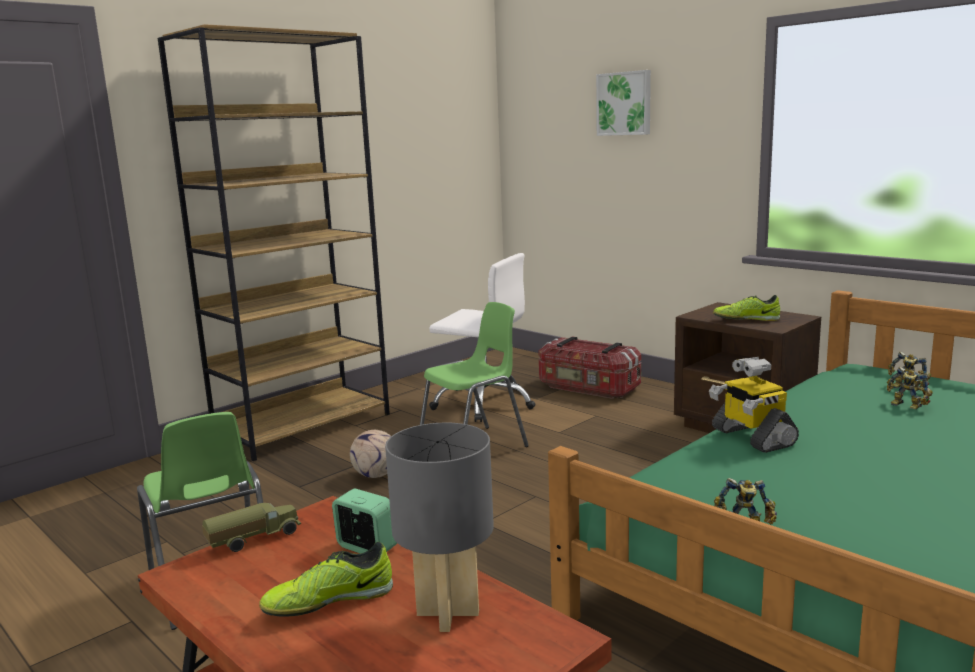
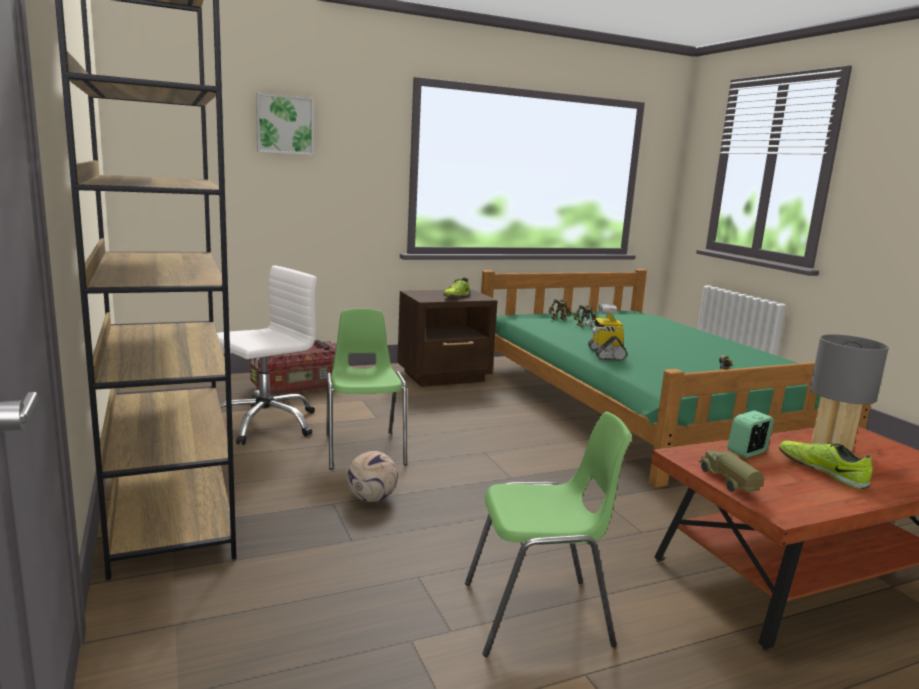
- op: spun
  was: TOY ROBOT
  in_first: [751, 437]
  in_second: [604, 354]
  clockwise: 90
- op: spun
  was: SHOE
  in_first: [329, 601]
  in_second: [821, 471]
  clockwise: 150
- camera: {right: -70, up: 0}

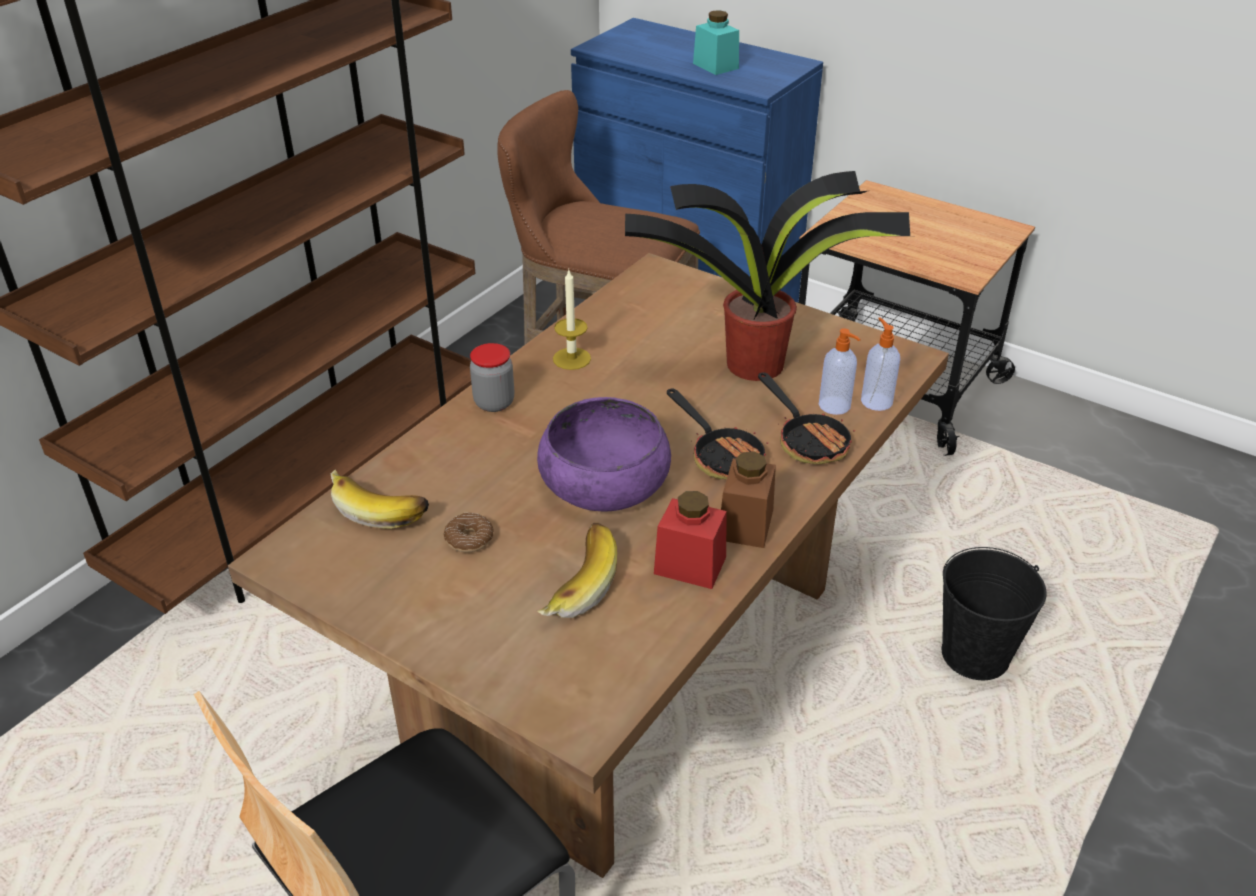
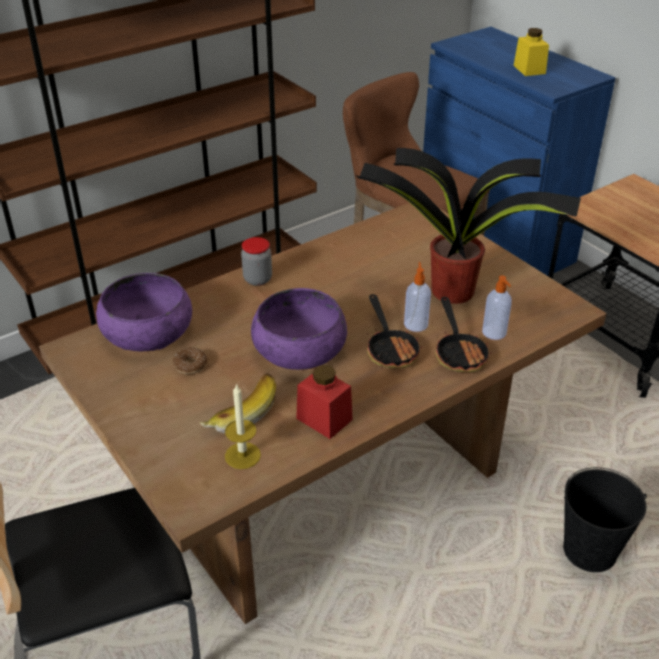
- op: colour
  was: TURQUOISE JAR
  now: YELLOW JAR
  in_first: [715, 66]
  in_second: [529, 69]
- op: relocated
  was: CANDLE
  in_first: [572, 358]
  in_second: [242, 455]
- op: relocated
  was: SOAP DISPENSER
  in_first: [876, 401]
  in_second: [416, 324]
- op: missing
  was: BROWN JAR
  in_first: [745, 524]
- op: exchanged
  was: BANANA
  now: PURPLE BOWL
  in_first: [381, 508]
  in_second: [148, 332]
- camera: {right: 20, up: 0}

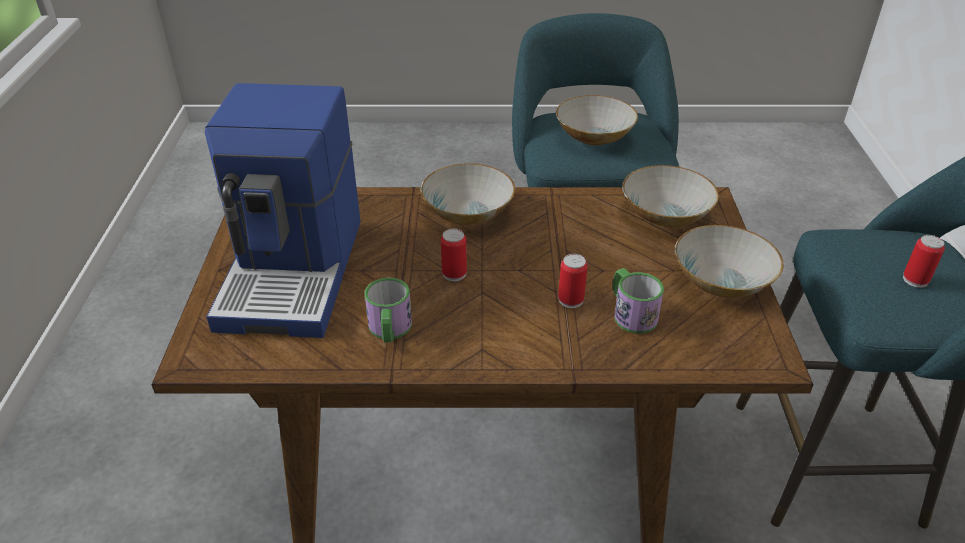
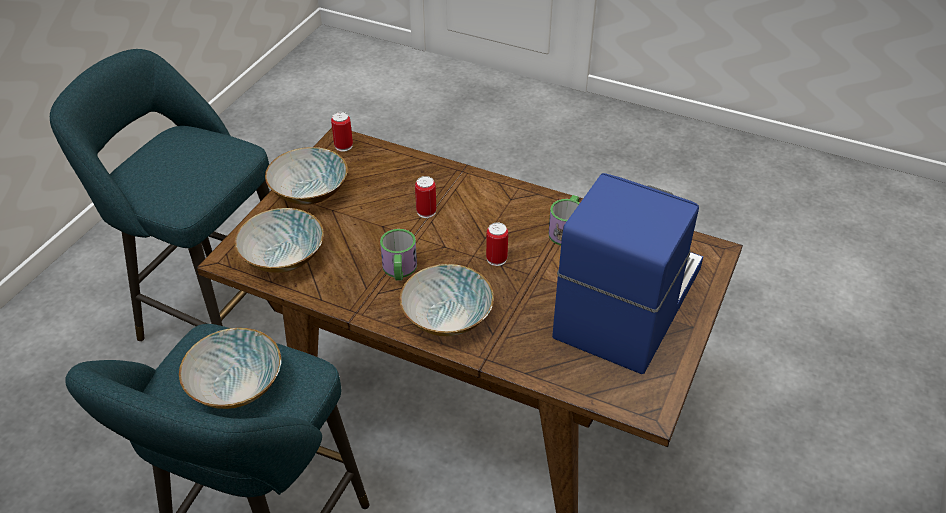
- op: relocated
  was: CAN
  in_first: [915, 280]
  in_second: [343, 146]
- op: relocated
  was: MUG
  in_first: [631, 313]
  in_second: [399, 270]
- camera: {right: -155, up: 5}

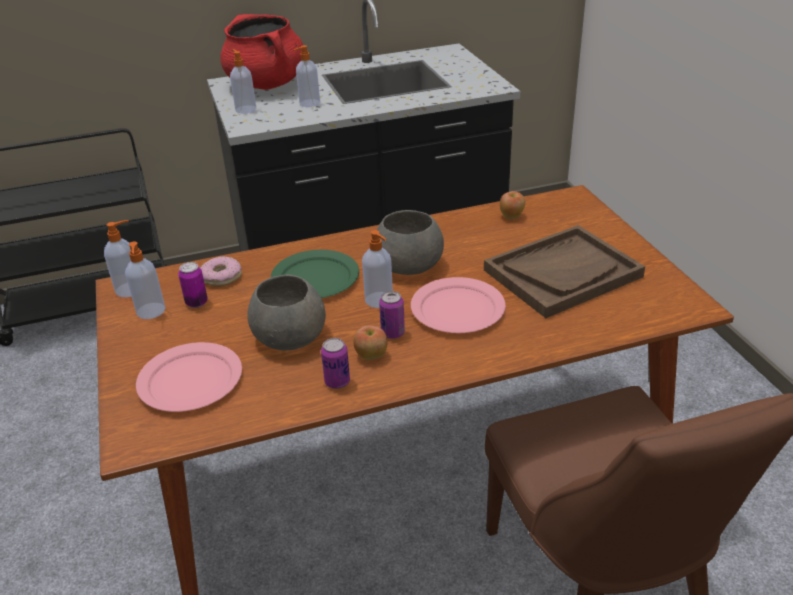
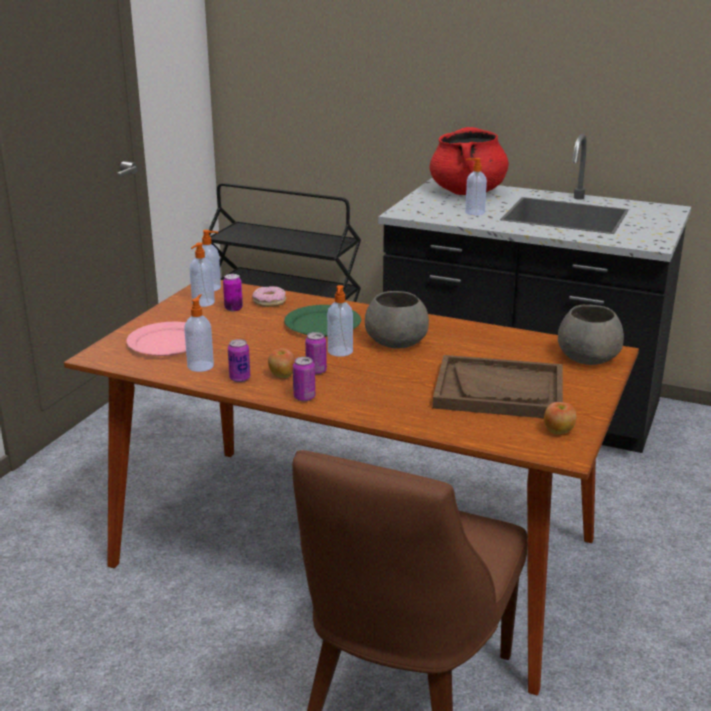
- op: relocated
  was: SOAP DISPENSER
  in_first: [245, 109]
  in_second: [201, 366]
- op: relocated
  was: APPLE
  in_first: [512, 216]
  in_second: [558, 432]
- op: relocated
  was: GREY BOWL
  in_first: [290, 337]
  in_second: [588, 358]
- op: missing
  was: PINK PLATE
  in_first: [458, 309]
- op: appeared
  now: CAN
  in_second: [304, 397]
- camera: {right: 40, up: -10}

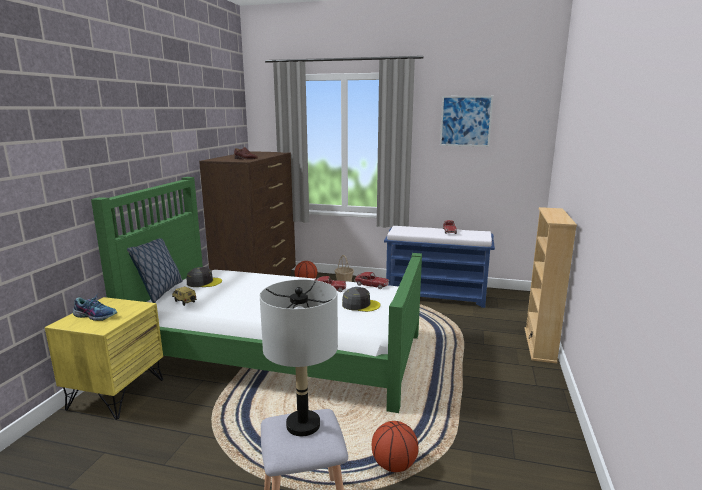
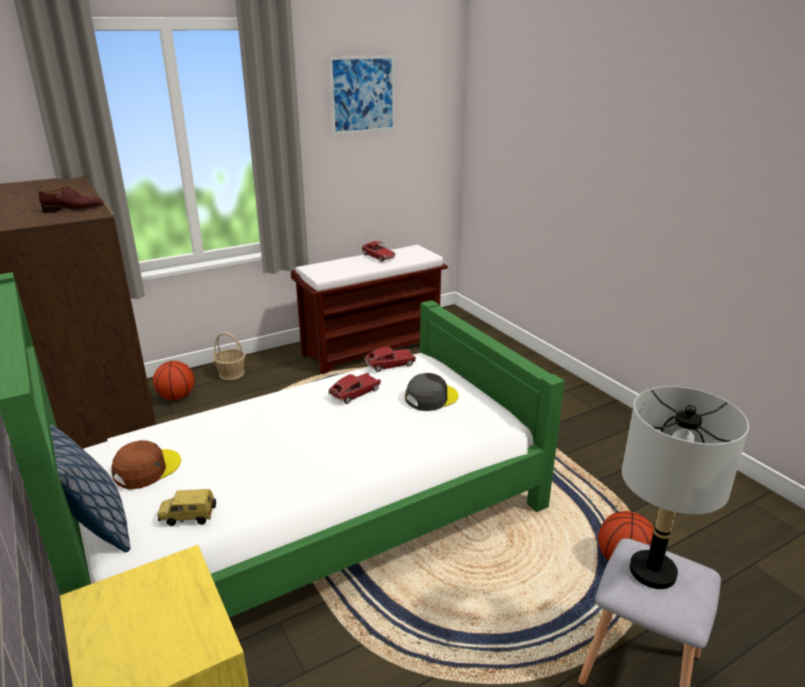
- op: missing
  was: BEIGE BOOKCASE
  in_first: [540, 345]
- op: colour
  was: BLUE BENCH
  now: BROWN BENCH
  in_first: [436, 296]
  in_second: [372, 348]
- op: colour
  was: GREY CAP
  now: BROWN CAP
  in_first: [204, 282]
  in_second: [146, 469]
- op: missing
  was: SHOE
  in_first: [95, 315]
- camera: {right: -45, up: 10}

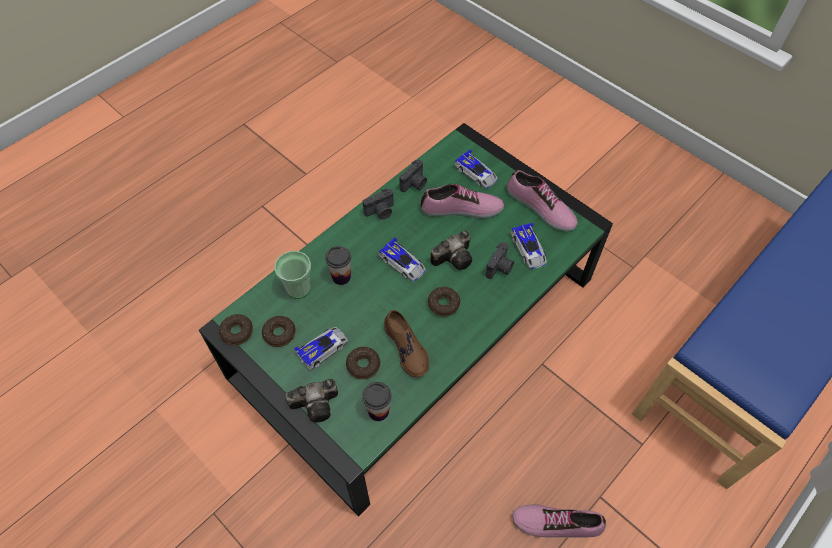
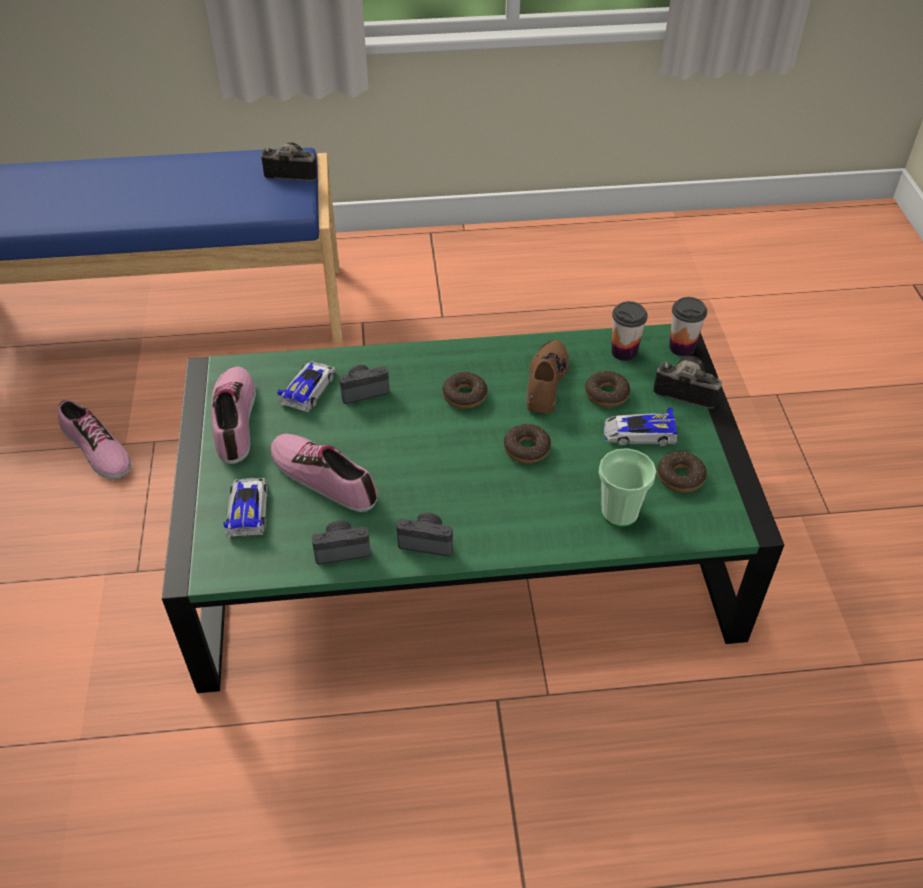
- op: relocated
  was: PHOTO CAMERA
  in_first: [455, 257]
  in_second: [289, 172]
- op: missing
  was: TOY CAR
  in_first: [403, 263]
- op: relocated
  was: CUP
  in_first: [341, 277]
  in_second: [681, 347]
- op: relocated
  was: DONUT
  in_first: [237, 332]
  in_second: [526, 449]
- op: relocated
  was: SHOE
  in_first: [557, 522]
  in_second: [95, 450]
- camera: {right: -140, up: -10}

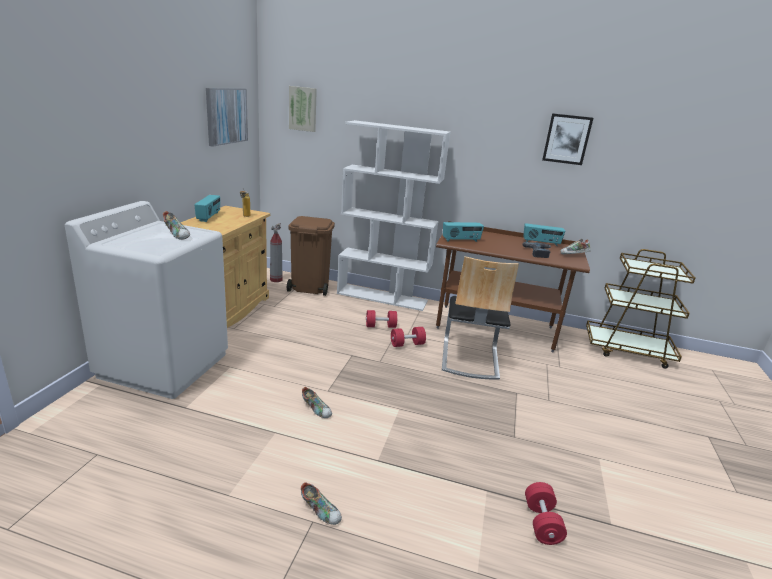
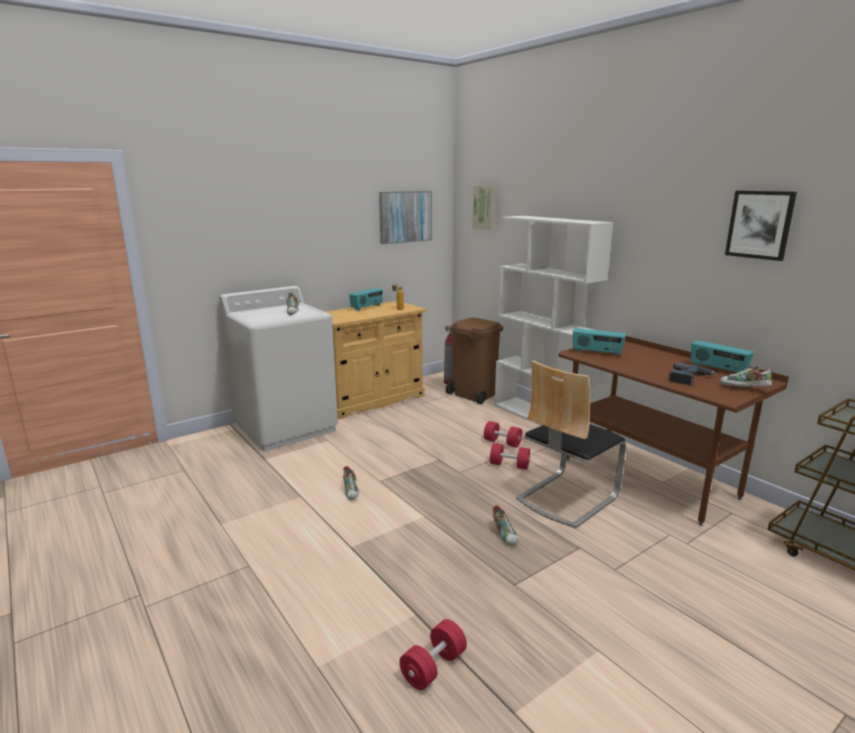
- op: relocated
  was: SHOE
  in_first: [320, 511]
  in_second: [505, 534]
- camera: {right: 40, up: -5}

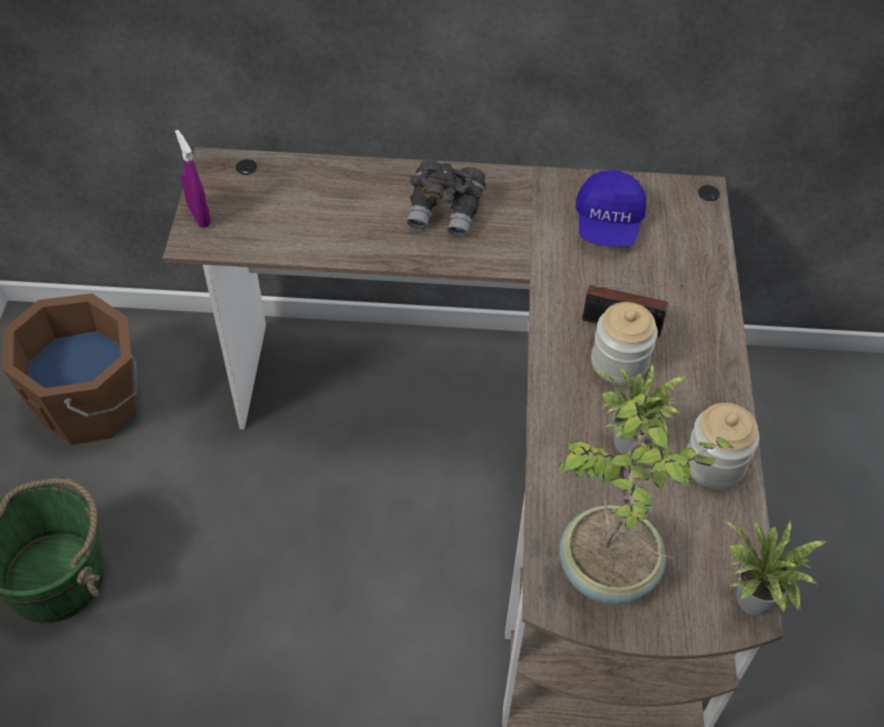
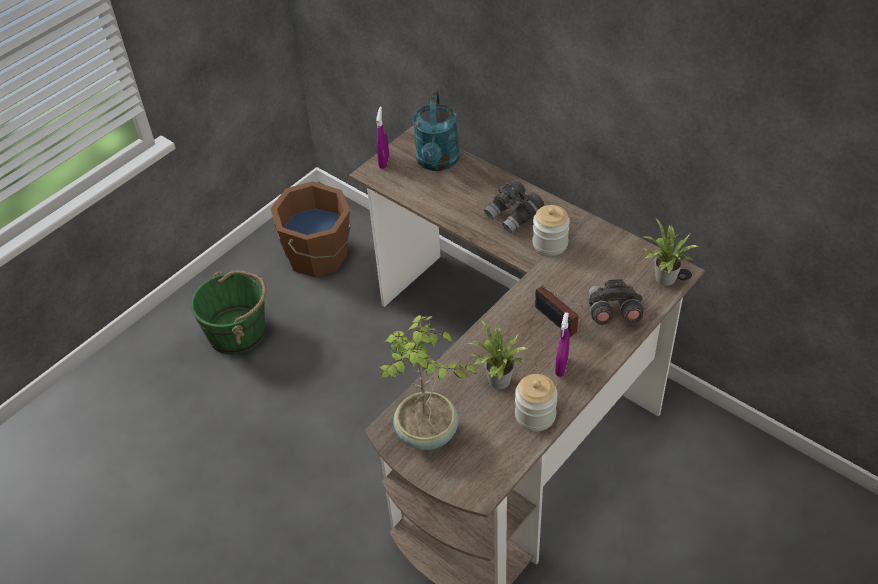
- op: missing
  was: BLUE CAP
  in_first: [608, 224]
- op: relocated
  was: JAR
  in_first: [619, 362]
  in_second: [550, 244]
- op: relocated
  was: POTTED PLANT
  in_first: [752, 602]
  in_second: [663, 279]
- op: appeared
  now: TURQUOISE WATERING CAN
  in_second: [437, 162]
- op: appeared
  now: GREY BINOCULARS
  in_second: [612, 313]
- op: appeared
  now: PURPLE SPRAY BOTTLE
  in_second: [561, 367]
- camera: {right: 40, up: -5}

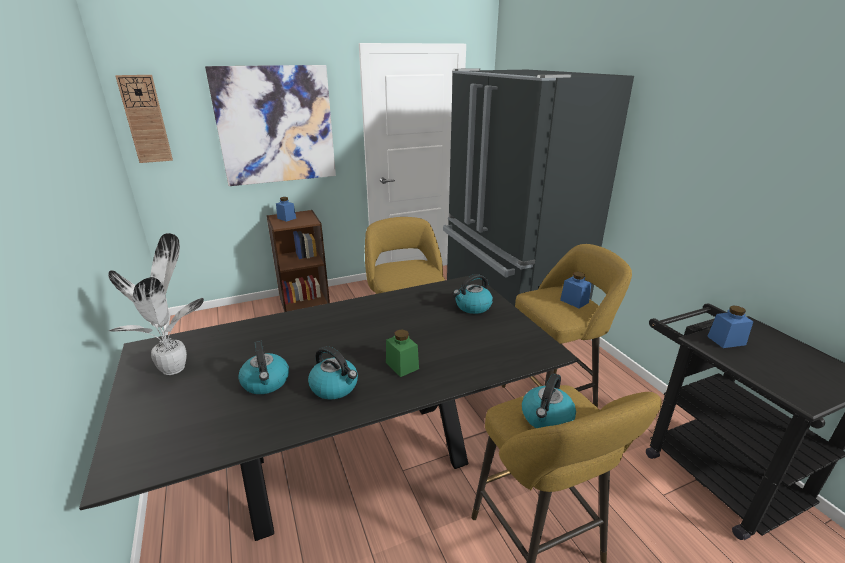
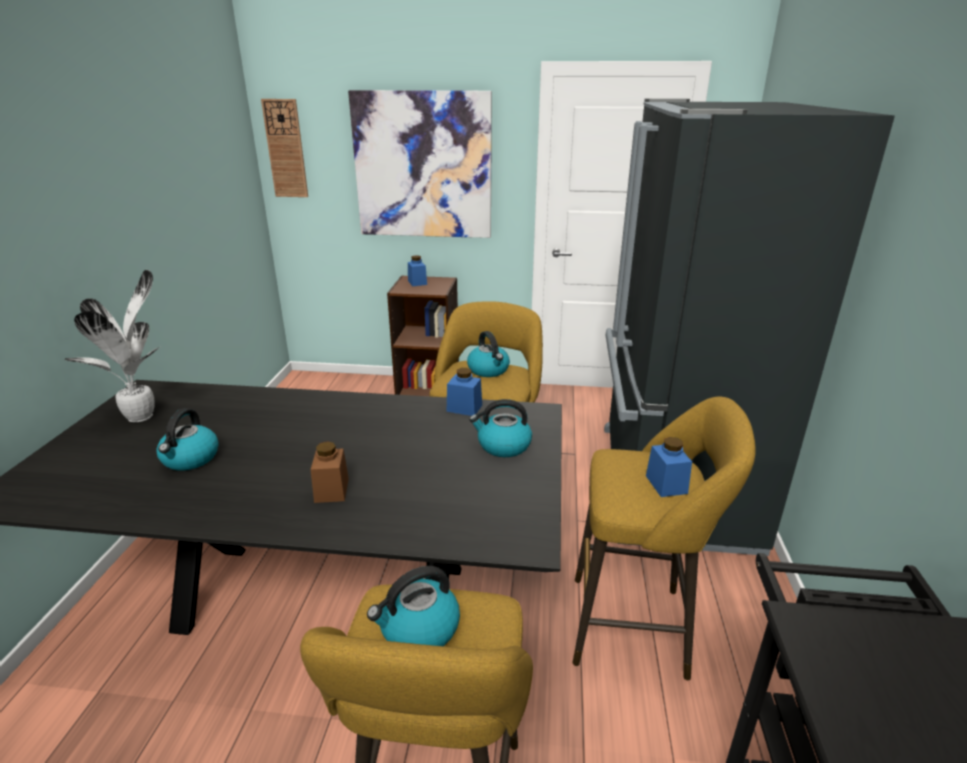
- op: relocated
  was: BLUE JAR
  in_first: [726, 340]
  in_second: [464, 408]
- op: colour
  was: GREEN JAR
  now: BROWN JAR
  in_first: [402, 366]
  in_second: [331, 490]
- op: relocated
  was: KETTLE
  in_first: [335, 387]
  in_second: [489, 370]
- camera: {right: 30, up: 0}

